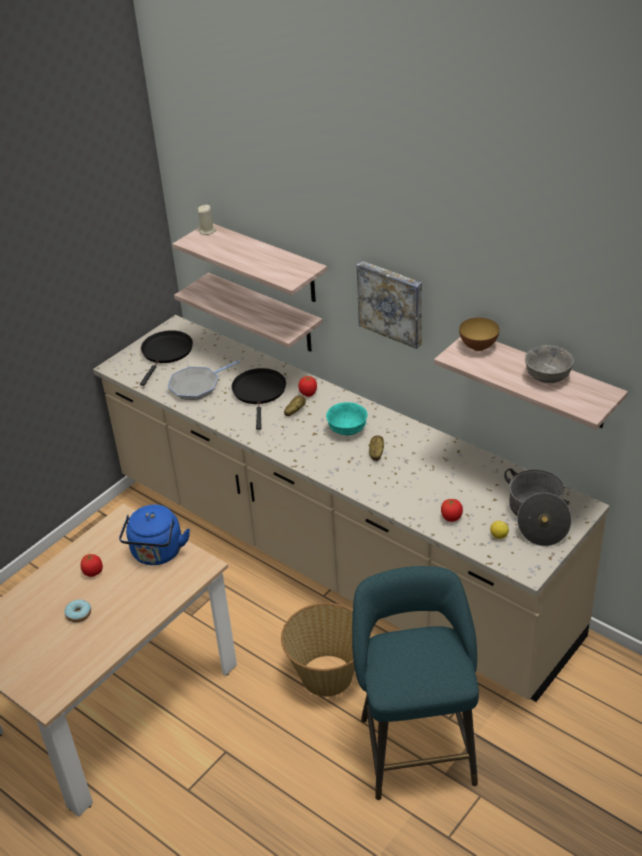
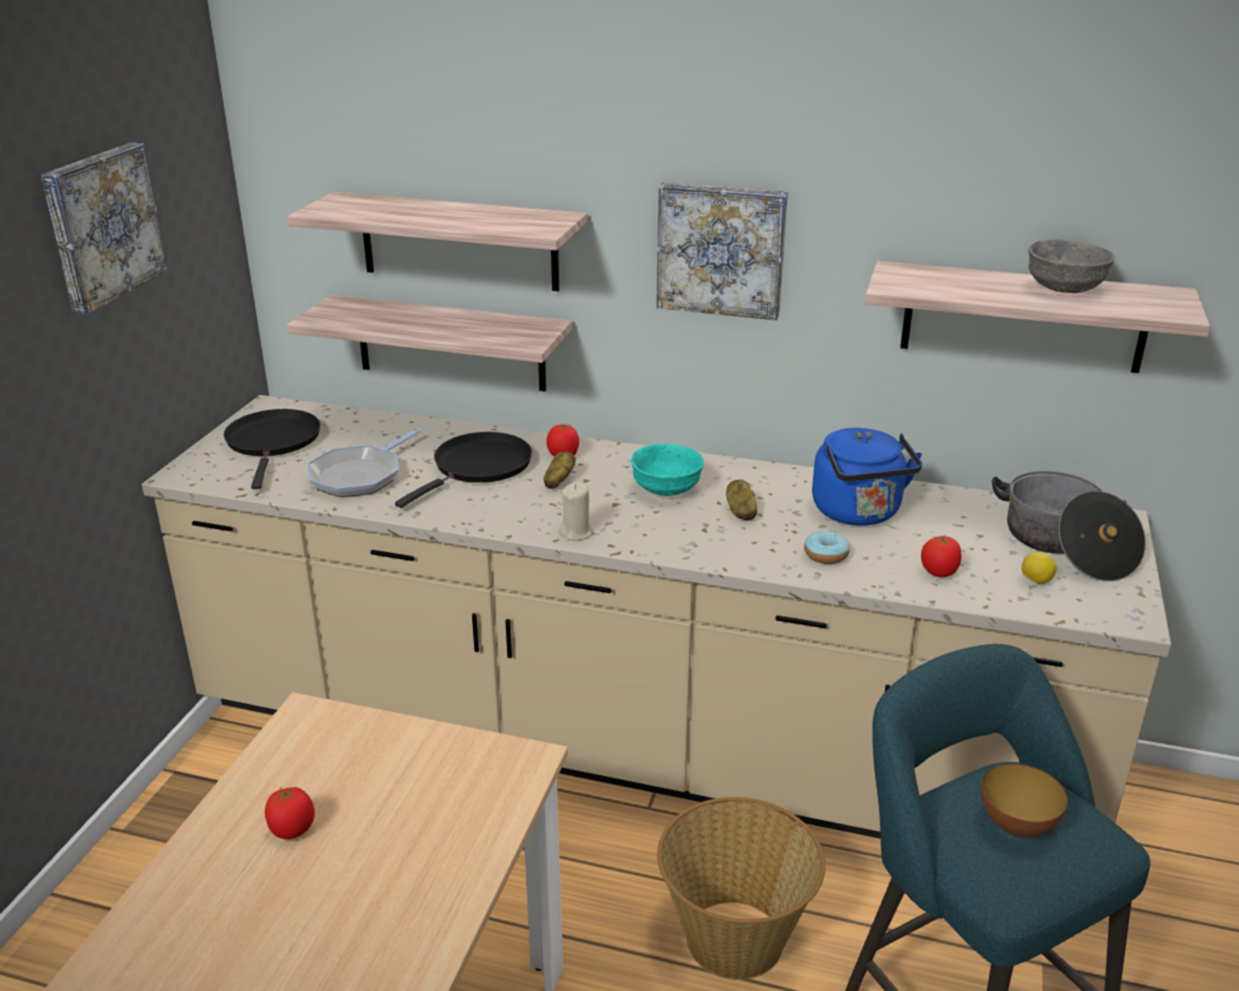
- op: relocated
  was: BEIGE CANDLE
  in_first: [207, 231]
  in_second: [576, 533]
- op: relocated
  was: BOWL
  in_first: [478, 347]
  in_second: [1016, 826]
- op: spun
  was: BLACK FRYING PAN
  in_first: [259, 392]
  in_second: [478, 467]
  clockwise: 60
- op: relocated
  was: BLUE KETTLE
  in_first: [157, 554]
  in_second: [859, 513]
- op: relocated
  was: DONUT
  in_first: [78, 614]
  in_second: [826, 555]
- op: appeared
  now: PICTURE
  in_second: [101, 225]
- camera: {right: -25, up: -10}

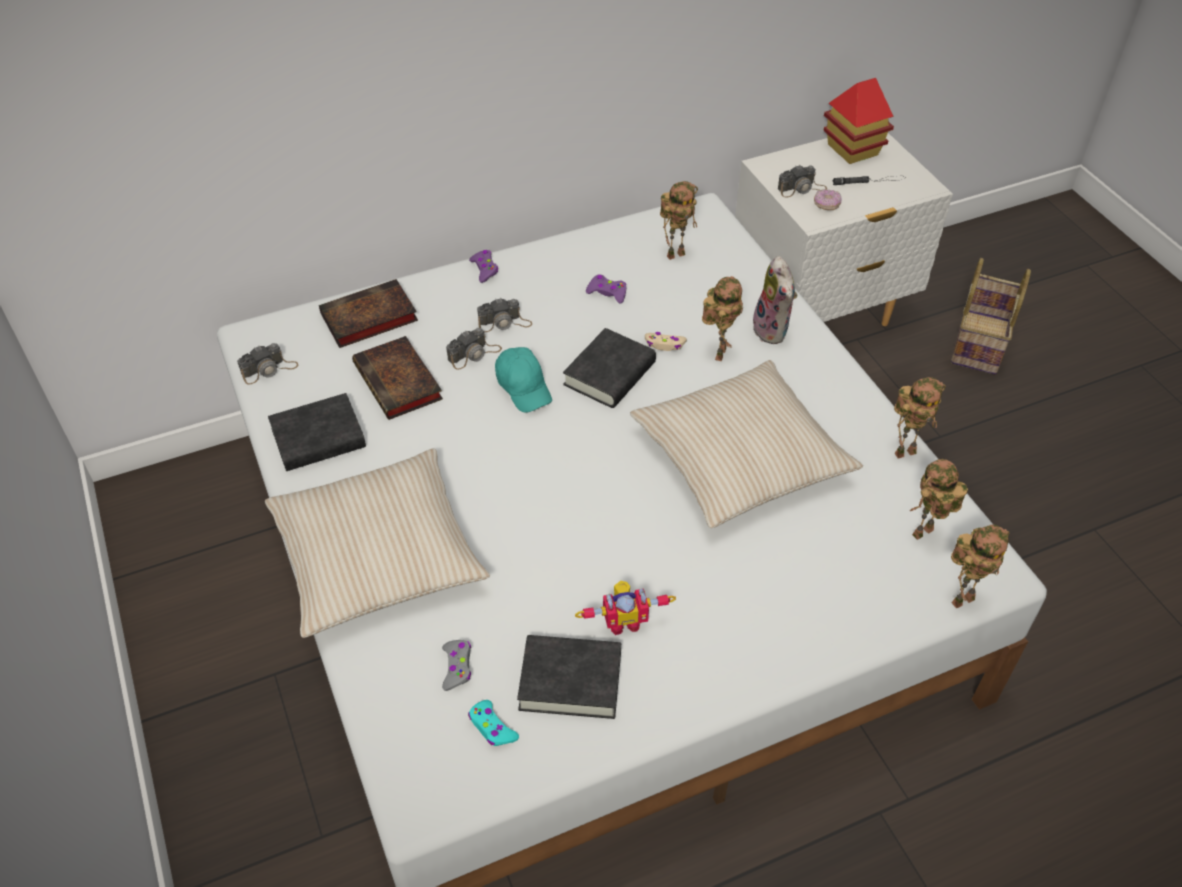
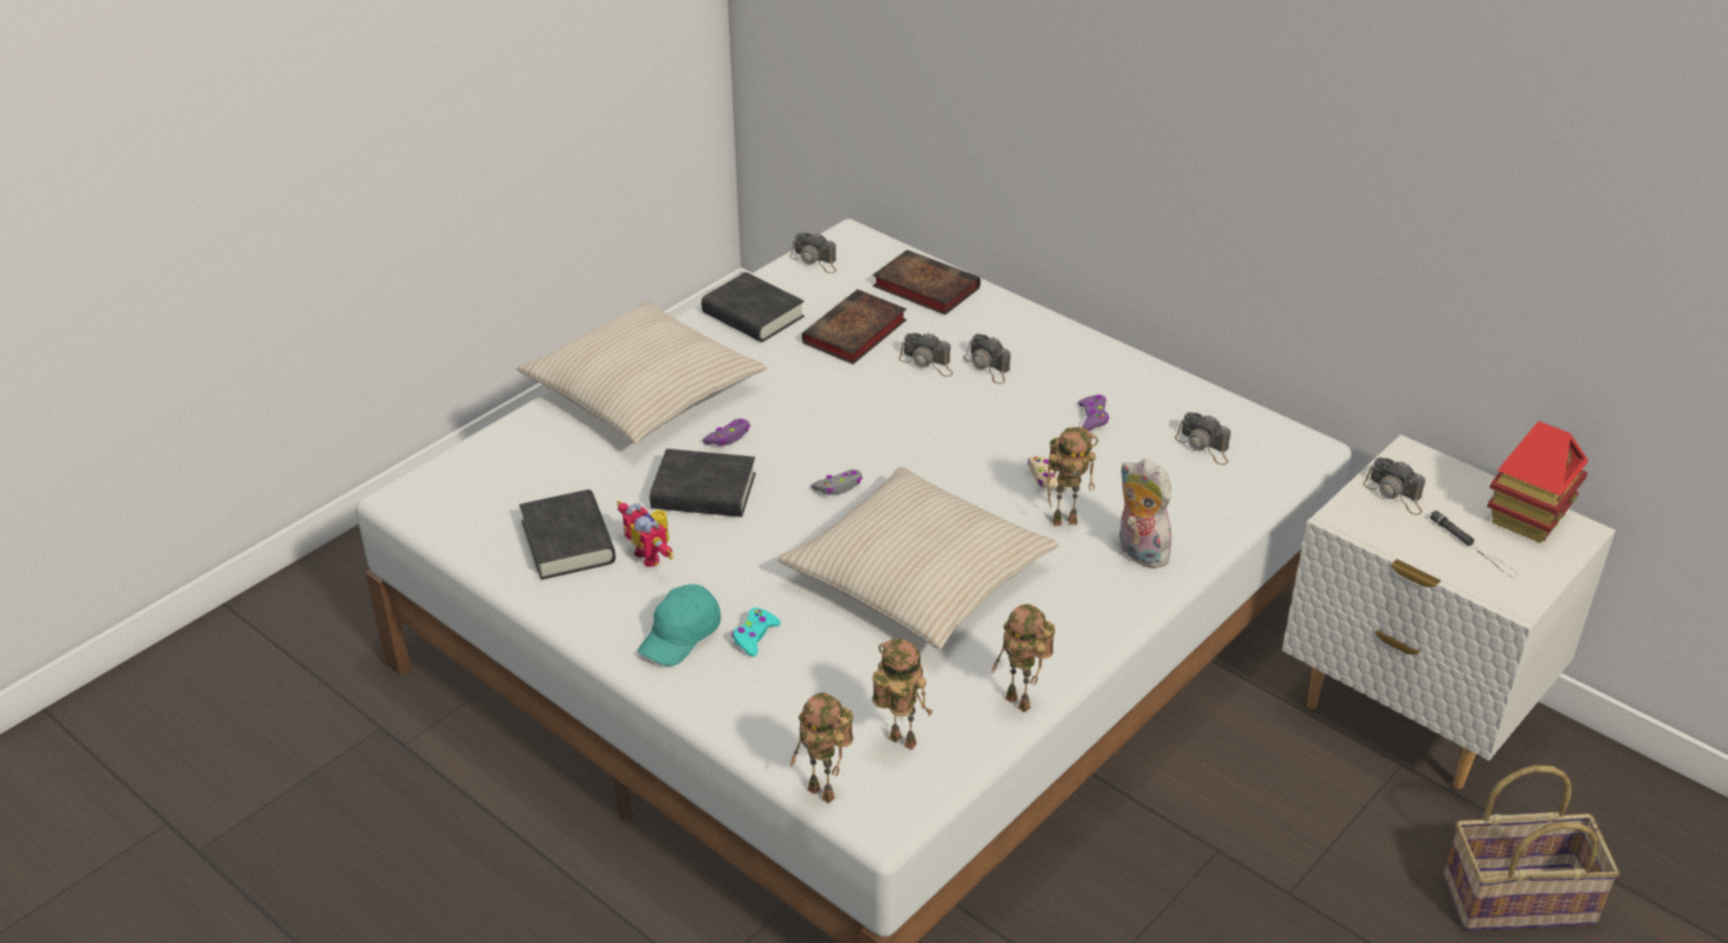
- op: exchanged
  was: TOY ROBOT
  now: PHOTO CAMERA
  in_first: [676, 253]
  in_second: [1204, 446]
- op: missing
  was: DONUT
  in_first: [826, 205]
- op: relocated
  was: PURPLE GAME CONTROLLER
  in_first: [484, 269]
  in_second: [728, 437]
- op: spun
  was: PLUSH TOY
  in_first: [773, 330]
  in_second: [1138, 552]
  clockwise: 90
- op: relocated
  was: BLACK BOOK
  in_first: [609, 374]
  in_second: [703, 492]
- op: relocated
  was: TURQUOISE CAP
  in_first: [524, 387]
  in_second: [681, 636]
- op: relocated
  was: GREY GAME CONTROLLER
  in_first: [457, 667]
  in_second: [839, 487]
- op: relocated
  was: TURQUOISE GAME CONTROLLER
  in_first: [492, 728]
  in_second: [754, 636]
- camera: {right: 65, up: -10}

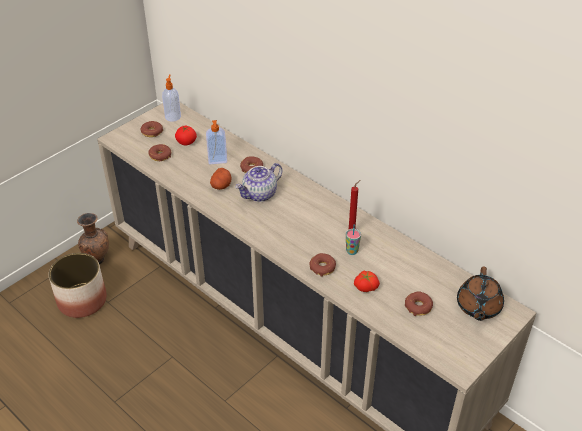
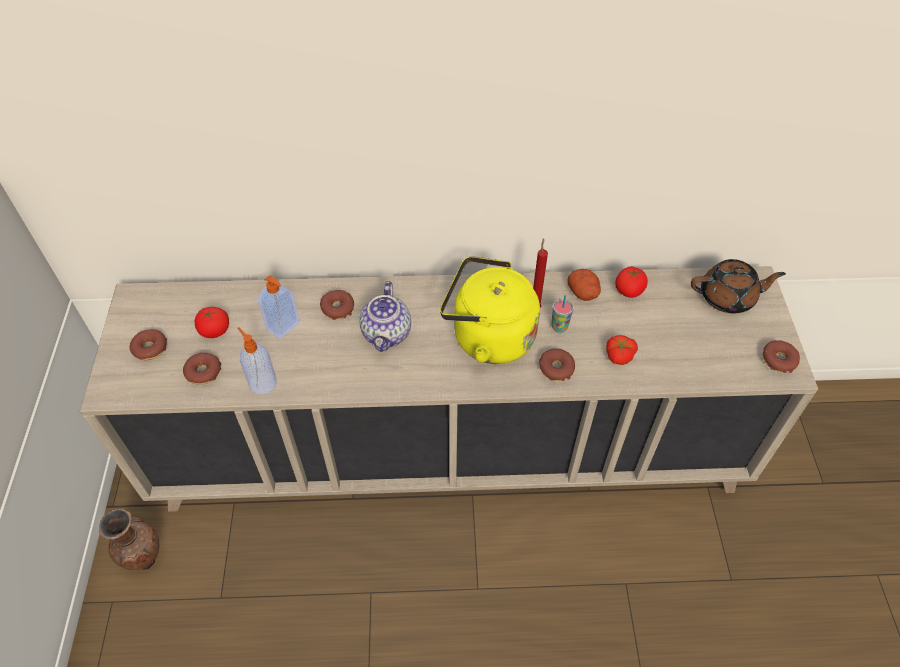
- op: relocated
  was: SOAP DISPENSER
  in_first: [173, 116]
  in_second: [262, 382]
- op: relocated
  was: POTATO
  in_first: [221, 185]
  in_second: [583, 292]
- op: missing
  was: PLANTER
  in_first: [82, 300]
- op: spun
  was: BROWN TEAPOT
  in_first: [478, 307]
  in_second: [728, 297]
  clockwise: -60
- op: relocated
  was: DONUT
  in_first: [418, 307]
  in_second: [778, 360]
- op: appeared
  now: YELLOW KETTLE
  in_second: [488, 337]
- op: appeared
  now: TOMATO
  in_second: [629, 291]
- camera: {right: -45, up: 10}

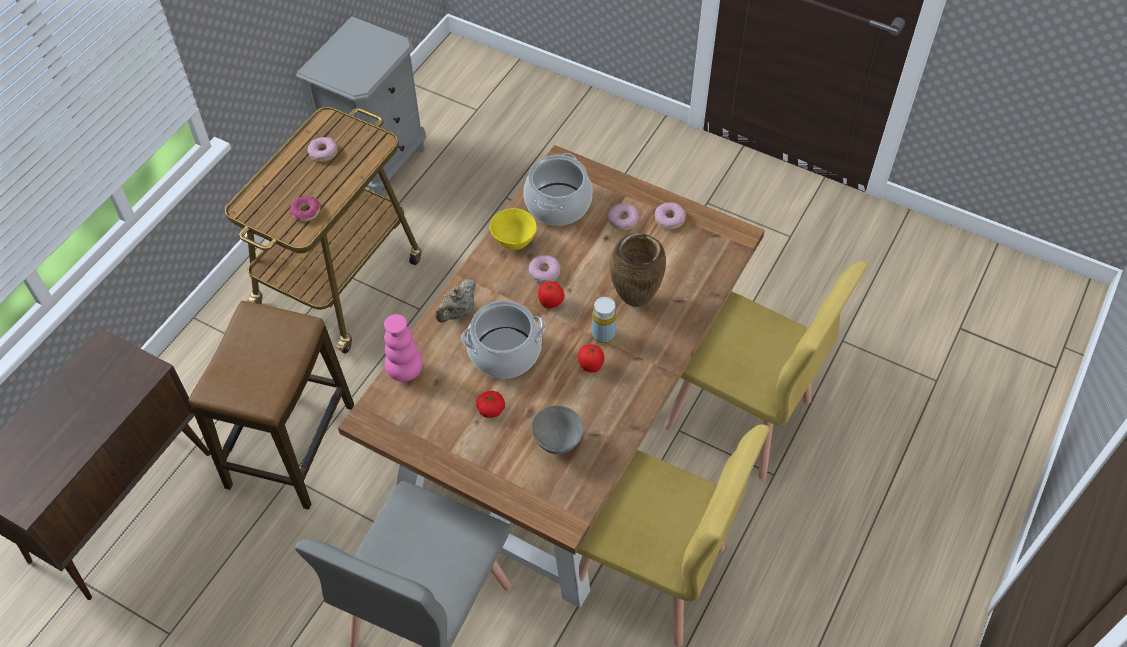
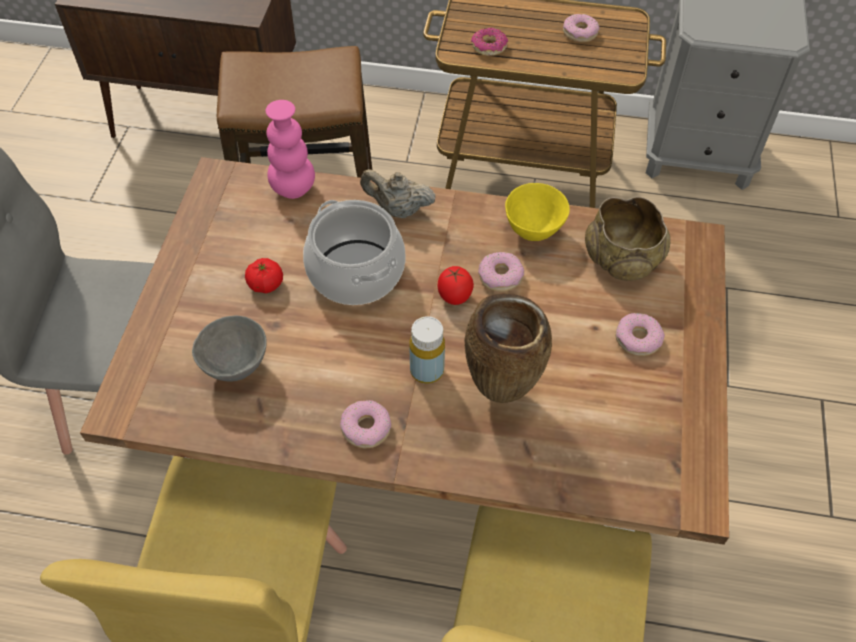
- op: exchanged
  was: COOKING POT
  now: BEIGE BOWL
  in_first: [558, 204]
  in_second: [622, 258]
- op: relocated
  was: DONUT
  in_first: [669, 219]
  in_second: [366, 428]
- op: missing
  was: TOMATO
  in_first: [590, 365]
- camera: {right: 70, up: 0}

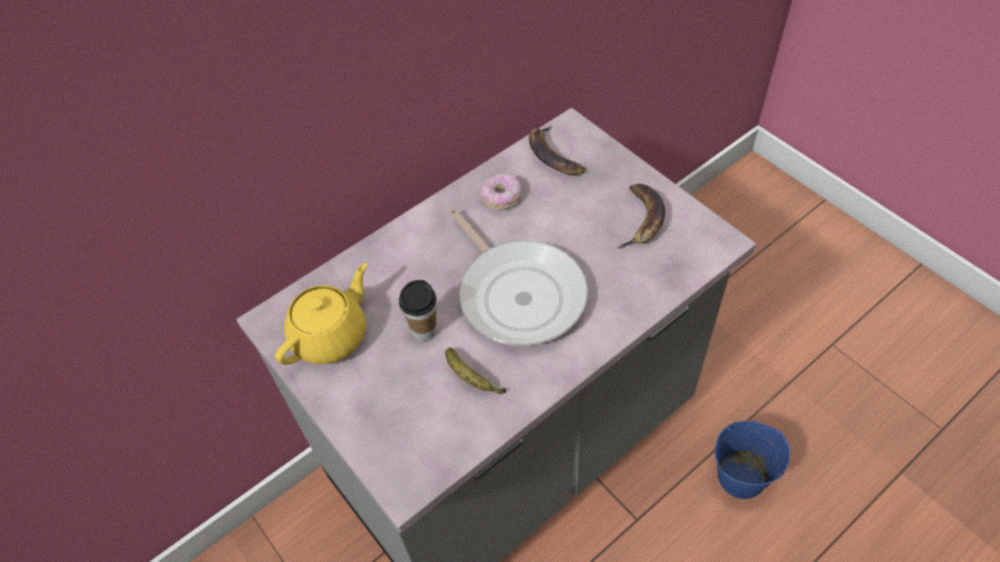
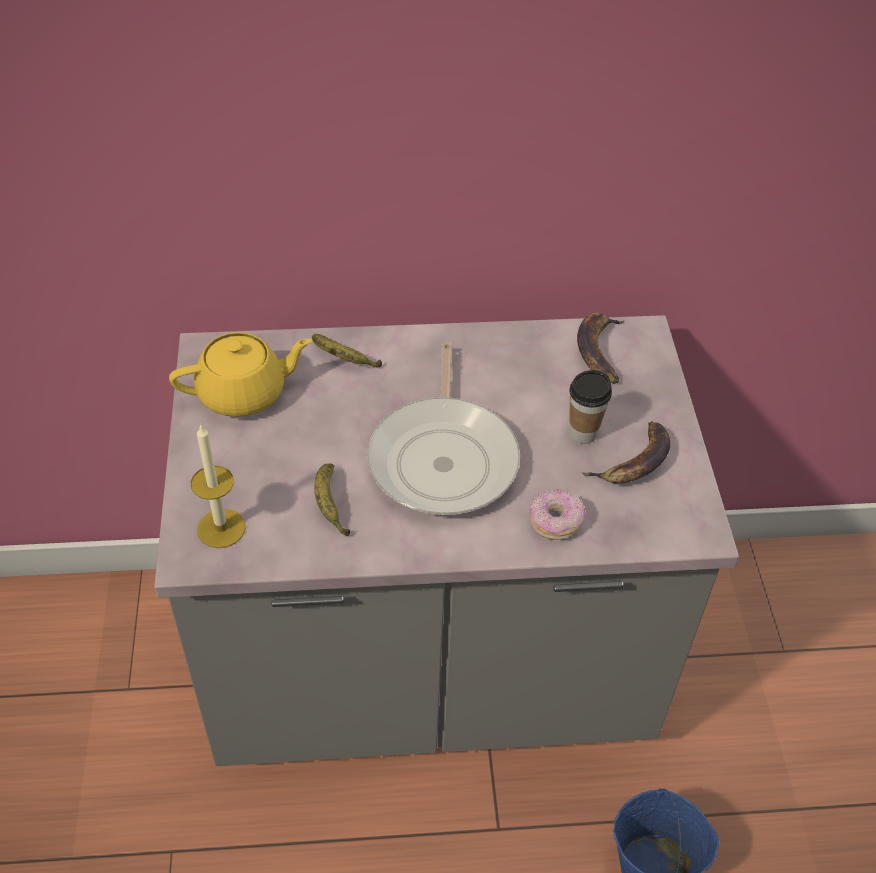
- op: relocated
  was: DONUT
  in_first: [501, 197]
  in_second: [555, 521]
- op: relocated
  was: CUP
  in_first: [424, 330]
  in_second: [583, 433]
- op: appeared
  now: BANANA
  in_second: [343, 359]
- op: appeared
  now: CANDLE
  in_second: [221, 528]
- camera: {right: 30, up: -5}

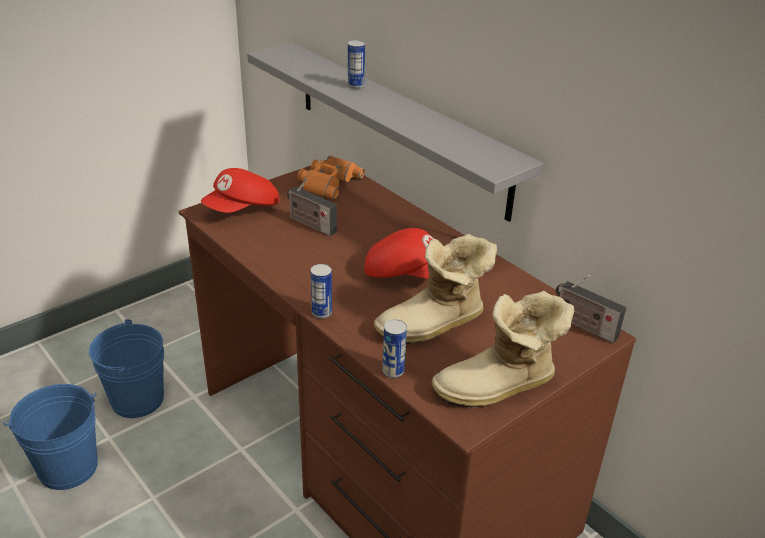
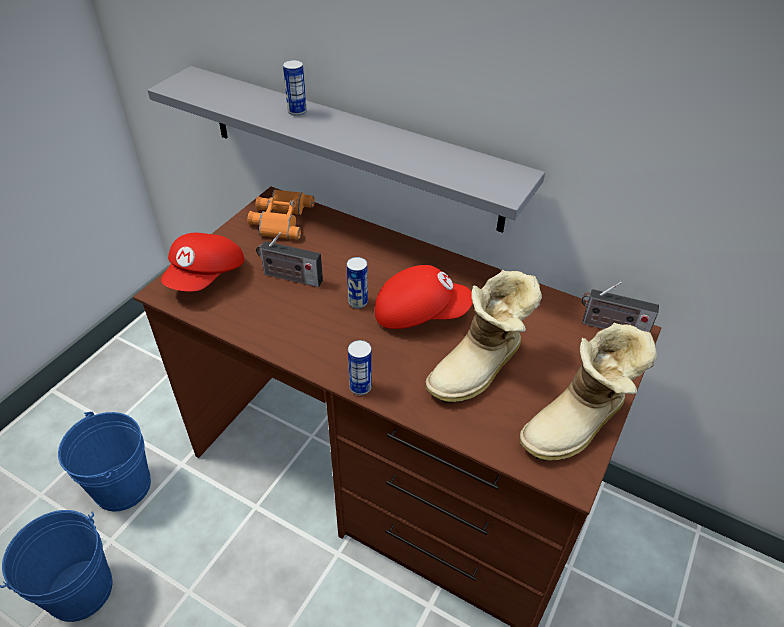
- op: relocated
  was: CAN
  in_first: [393, 371]
  in_second: [358, 302]
- camera: {right: -20, up: 10}

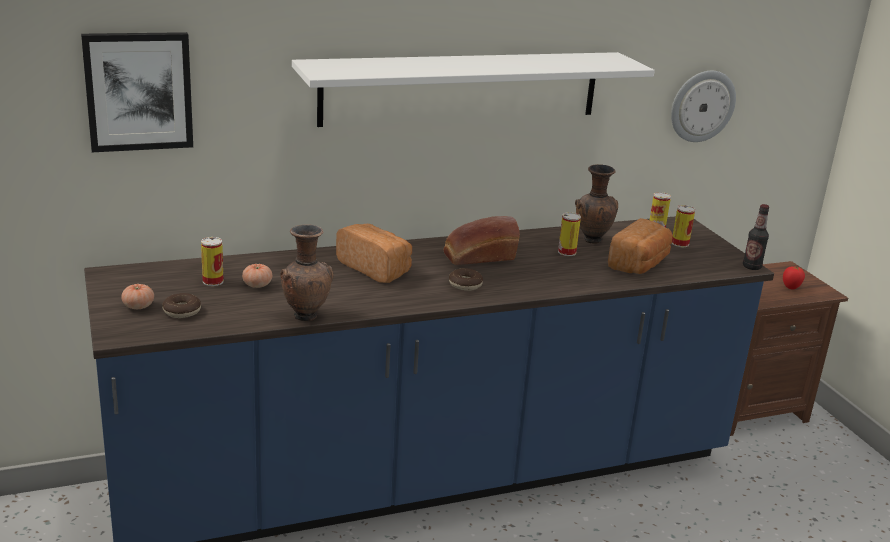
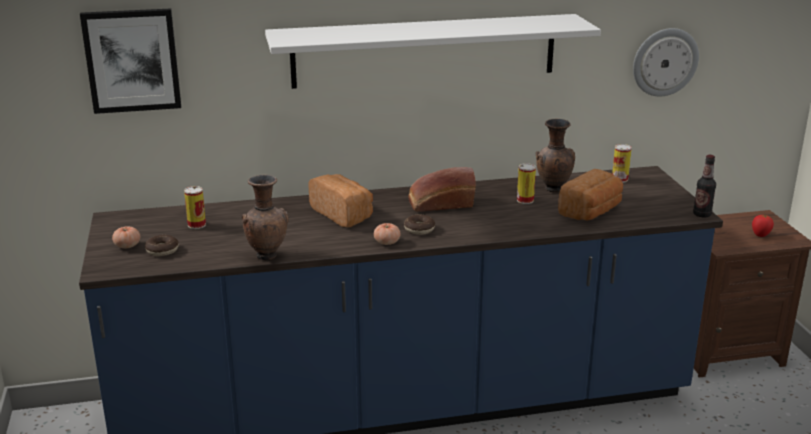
- op: missing
  was: CAN
  in_first: [680, 243]
- op: relocated
  was: TOMATO
  in_first: [257, 285]
  in_second: [387, 242]
- camera: {right: 10, up: 0}

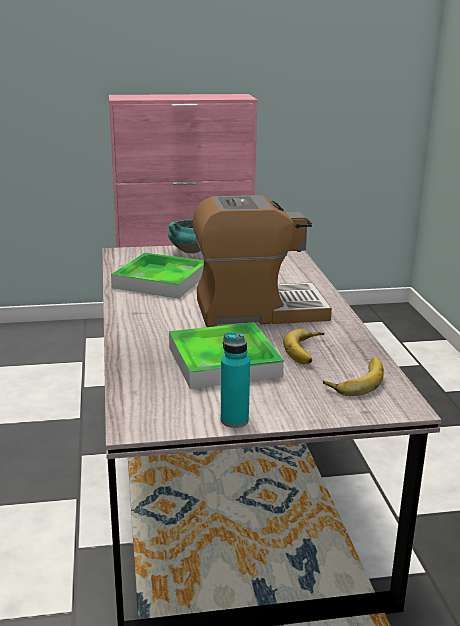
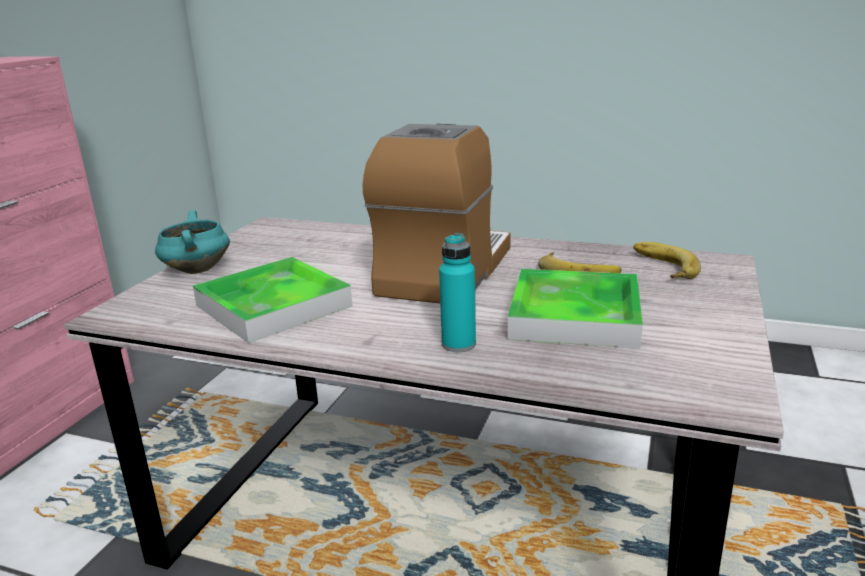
- op: relocated
  was: TURQUOISE BOTTLE
  in_first: [234, 420]
  in_second: [458, 344]
- camera: {right: -60, up: 0}

